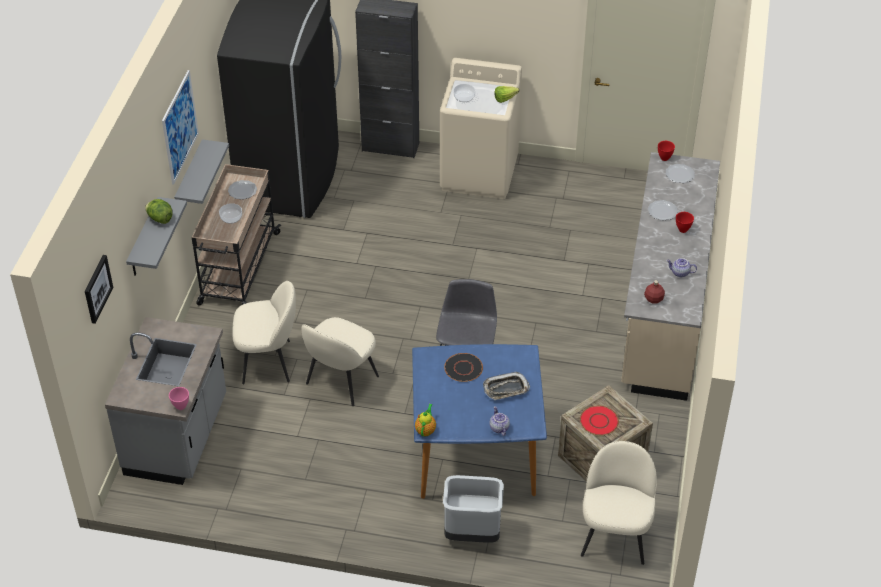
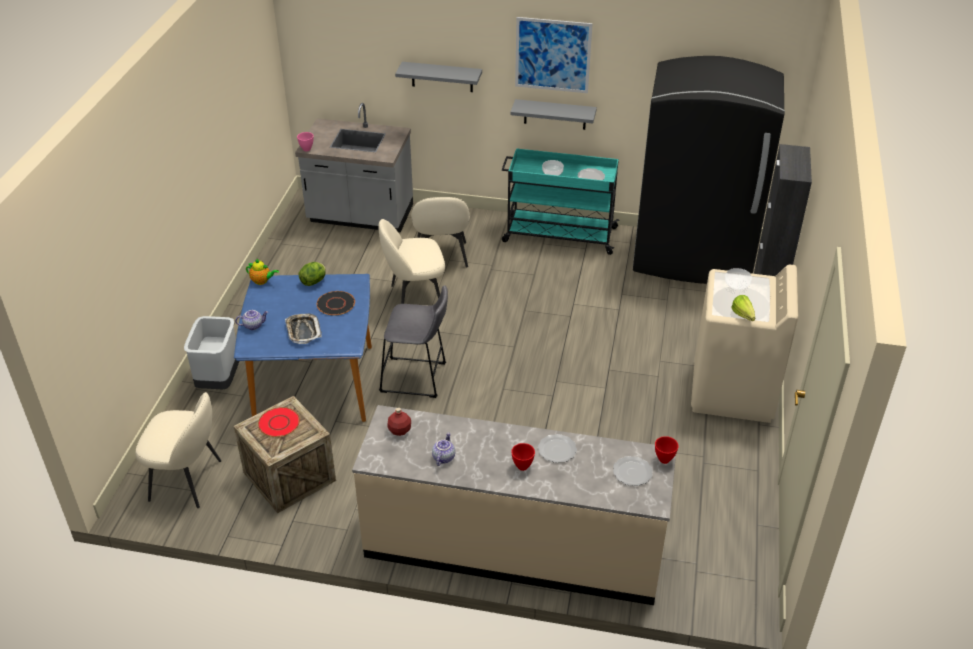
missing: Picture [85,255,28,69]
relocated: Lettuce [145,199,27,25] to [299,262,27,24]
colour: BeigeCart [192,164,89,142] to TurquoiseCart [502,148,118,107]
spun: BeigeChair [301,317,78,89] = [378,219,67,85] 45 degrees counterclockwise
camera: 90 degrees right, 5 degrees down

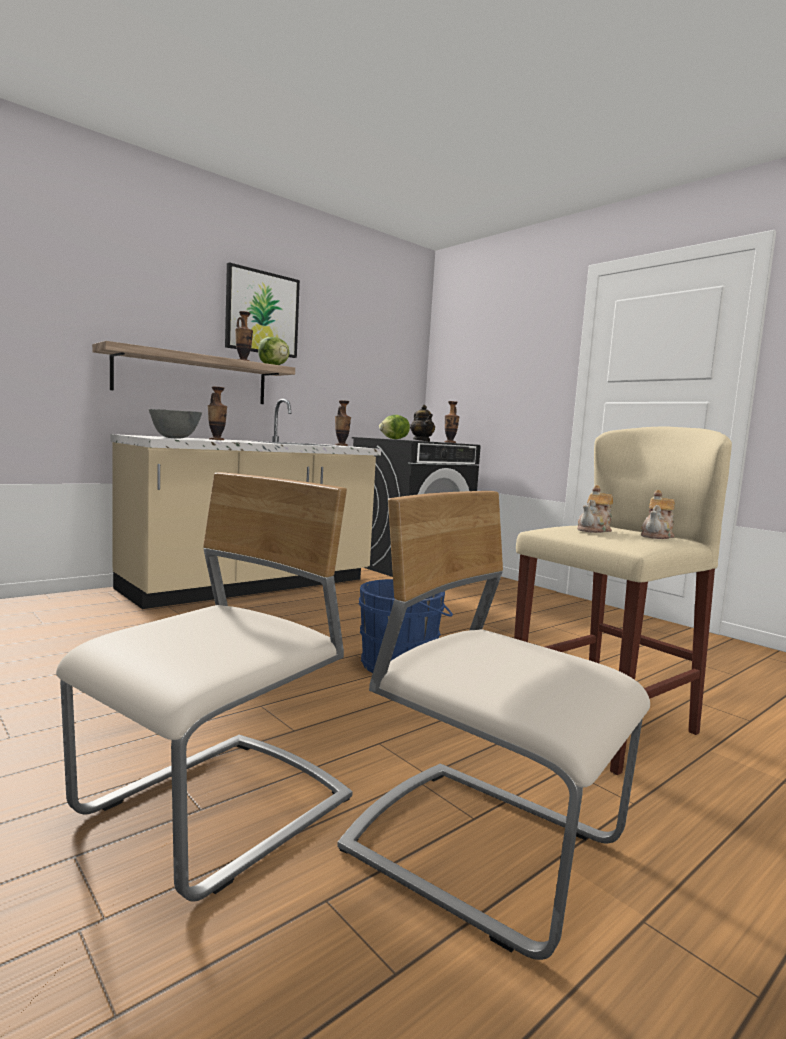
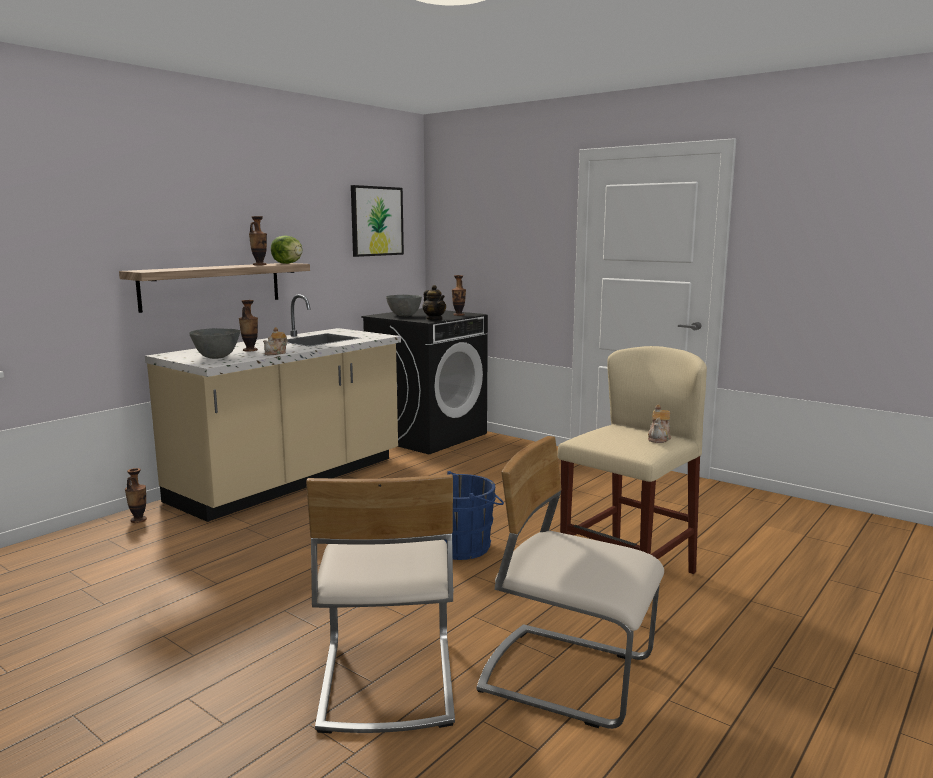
relocated: Picture [225,262,75,96] to [351,185,53,72]; Vase [335,400,16,46] to [125,468,22,55]; Teapot [577,485,36,48] to [263,327,25,28]
exchanged: Lettuce [379,415,31,24] to GreyBowl [386,295,36,21]
spun: BeigeChair [56,472,297,429] = [306,474,149,259] 150 degrees clockwise
camera: 10 degrees left, 5 degrees up

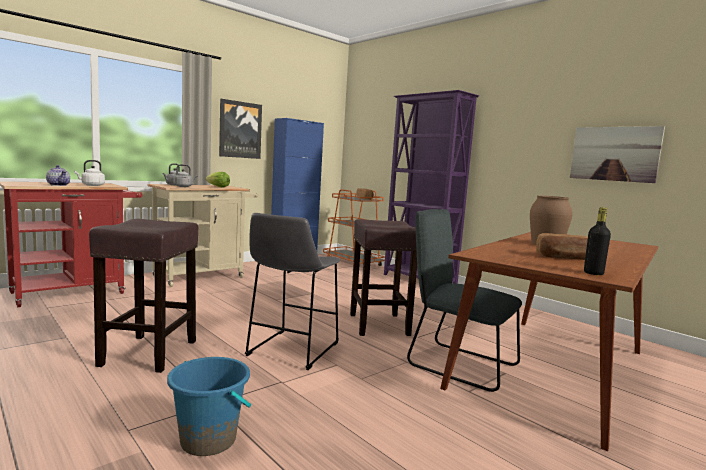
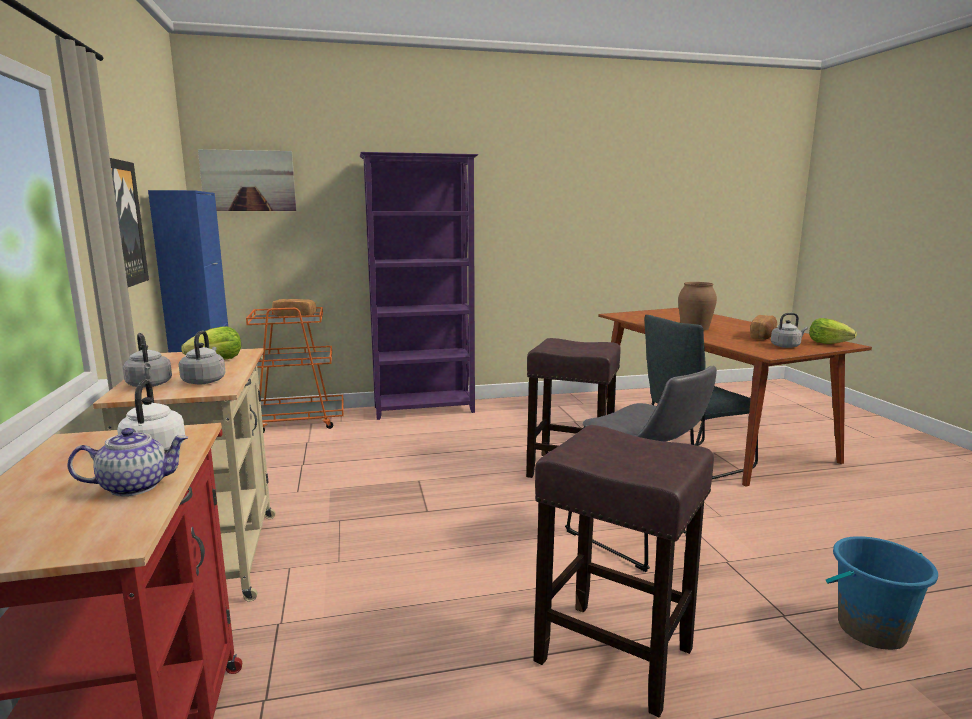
appeared: GreyKettle [771,313,37,35]
relocated: Picture [570,126,95,57] to [198,149,98,62]
exchanged: BlackBottle [584,207,27,68] to Lettuce [809,318,48,26]
camera: 60 degrees left, 5 degrees up

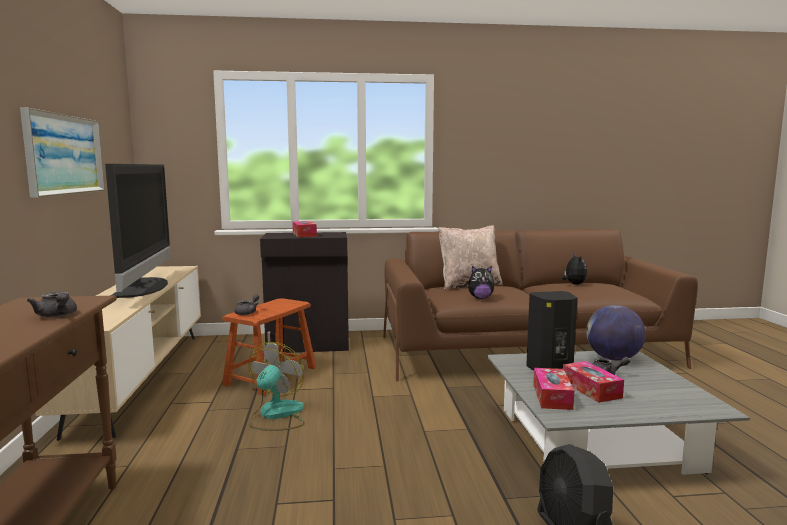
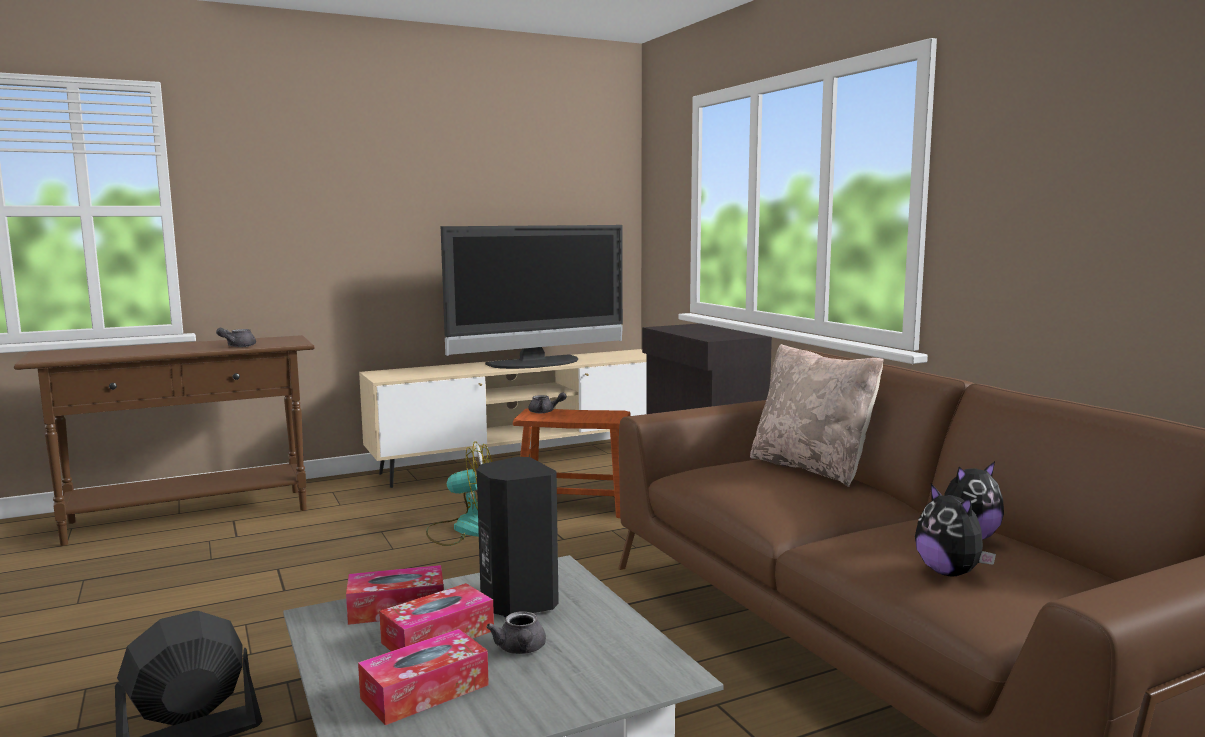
missing: Picture [20,108,85,90]; Globe [586,305,60,56]
relocated: TissueBox [292,221,25,16] to [358,629,131,96]; PlushToy [468,266,26,33] to [915,484,81,93]
camera: 70 degrees right, 0 degrees up

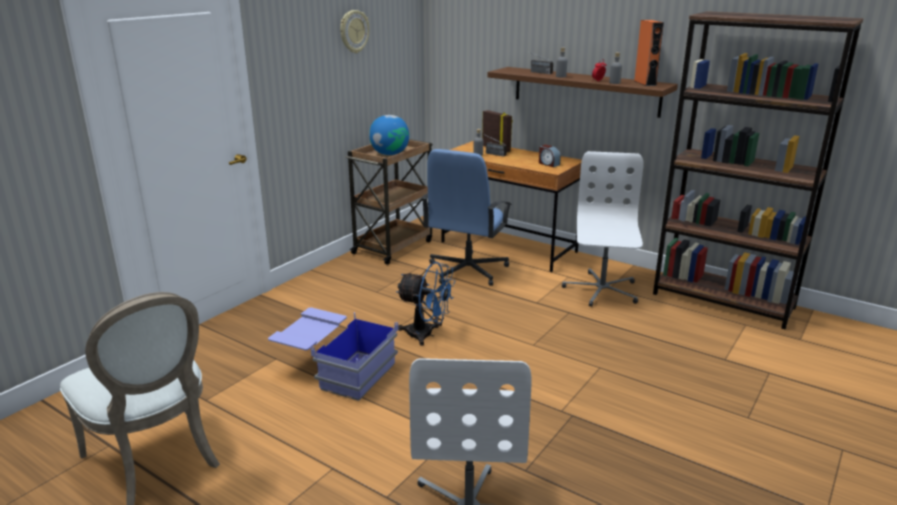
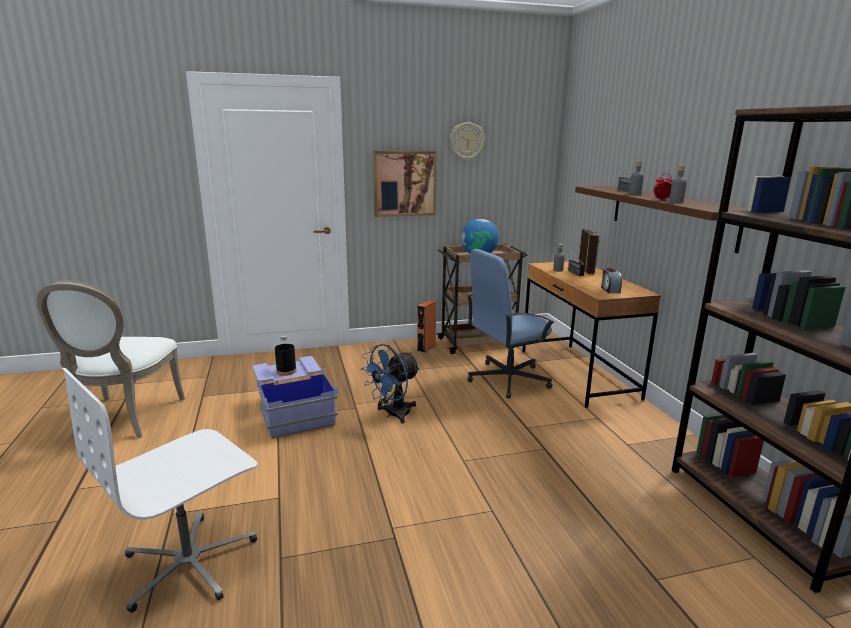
missing: WhiteOfficeChair [562,151,82,156]
appeared: Picture [373,151,64,66]; BlackBottle [275,335,22,41]
relocated: OrangeSpeaker [634,20,30,66] to [417,300,19,53]
spun: BlueFan [396,262,59,84] = [360,344,60,79] 75 degrees clockwise
camera: 40 degrees right, 5 degrees down

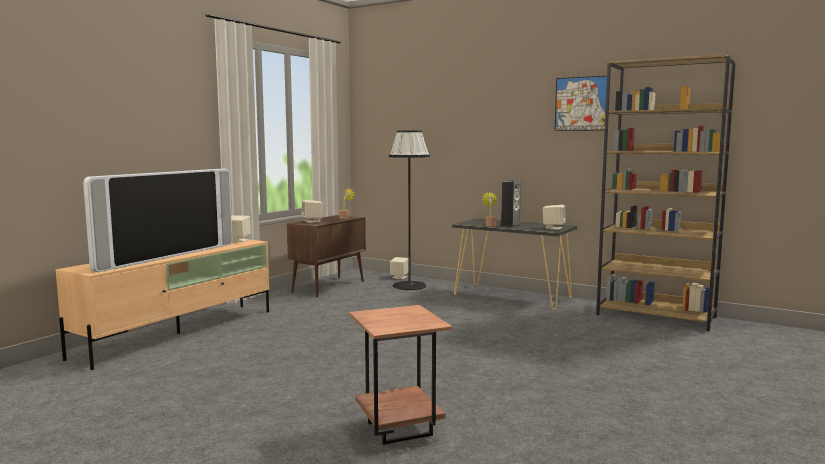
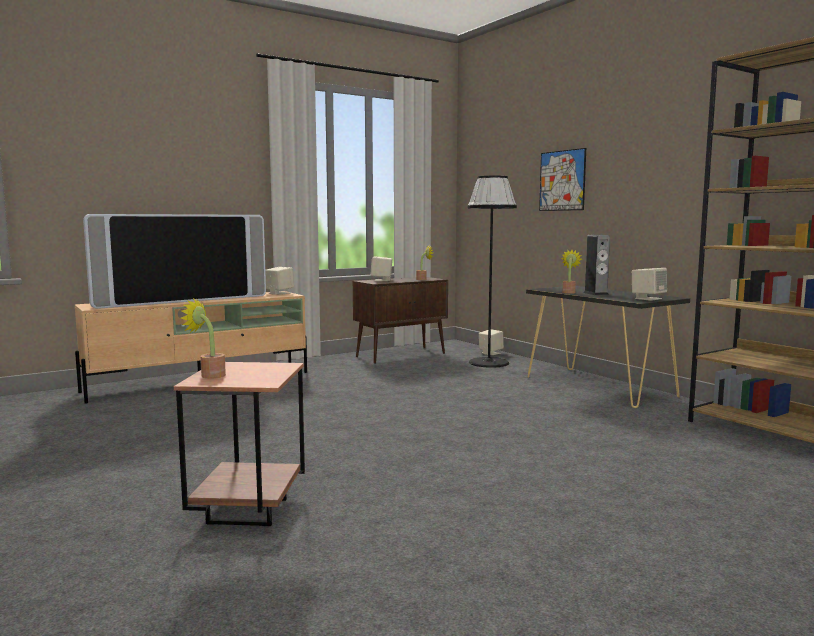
appeared: PottedPlant [181,298,45,81]
relocated: Picture [555,76,52,55] to [539,148,47,63]
camera: 25 degrees right, 0 degrees up

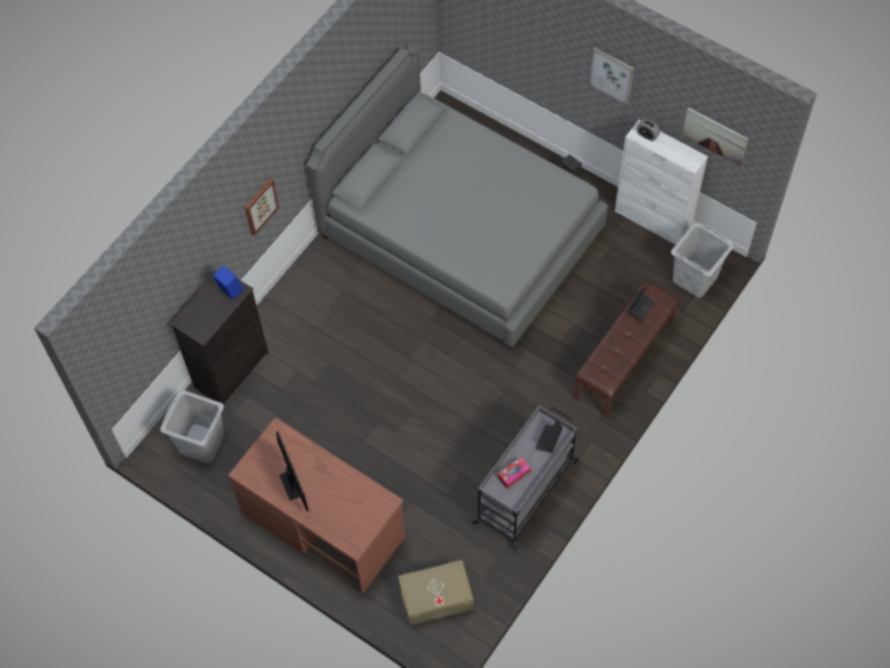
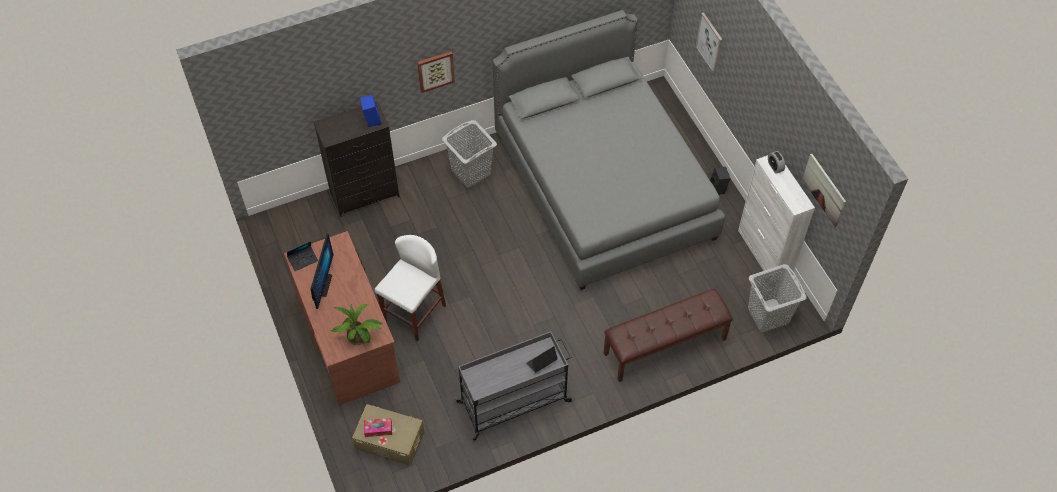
appeared: WhiteStool [375,235,71,106]; PottedPlant [330,304,54,41]
relocated: Picture [589,48,45,57] to [696,12,27,62]; Laptop [628,286,27,36] to [287,241,31,30]; GreyLaundryBasket [160,390,64,73] to [442,120,55,68]; TissueBox [498,457,33,32] to [364,418,28,19]
camera: 30 degrees right, 5 degrees down

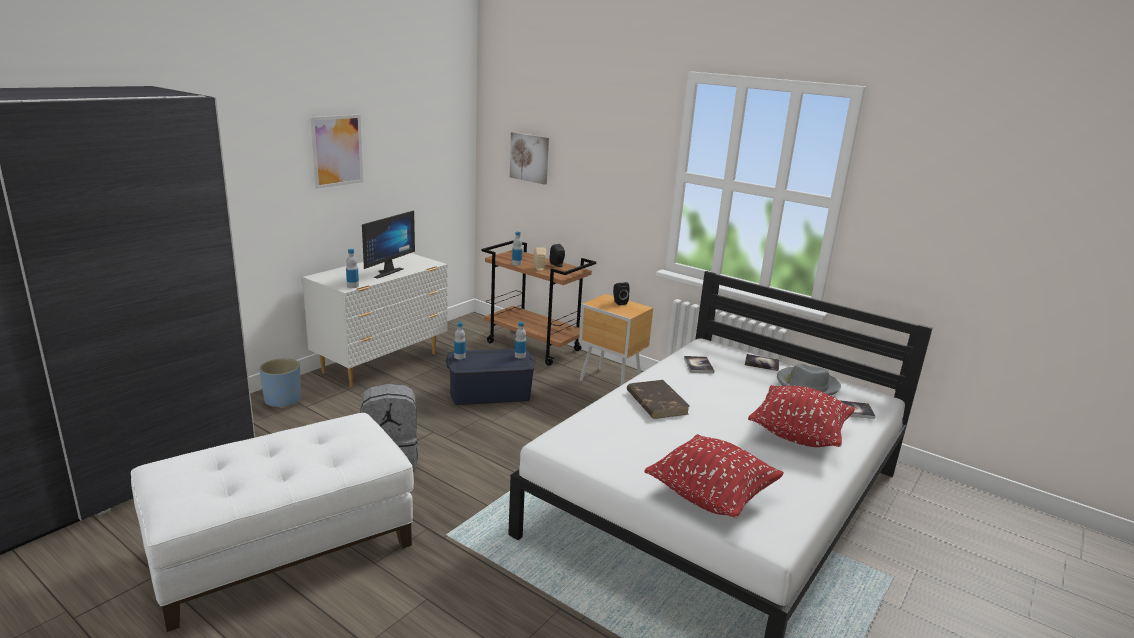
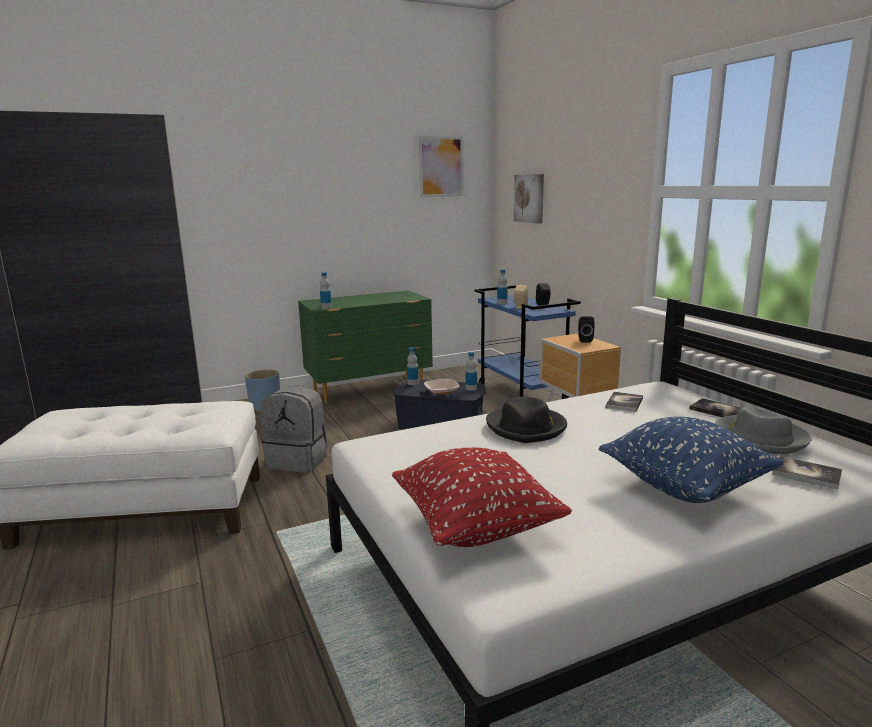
missing: Monitor [362,210,53,69]
appeared: Bowl [424,379,35,16]
relocated: Picture [310,115,53,74] to [419,136,44,61]
exchanged: BrownBook [627,380,62,39] to BlackHat [486,397,81,46]
colour: BrownCart [481,240,115,126] to BlueCart [475,285,106,114]; WhiteDresser [302,253,146,135] to GreenDresser [298,290,135,114]; RedPillow [748,385,107,62] to BluePillow [599,417,185,86]
camera: 30 degrees right, 5 degrees down

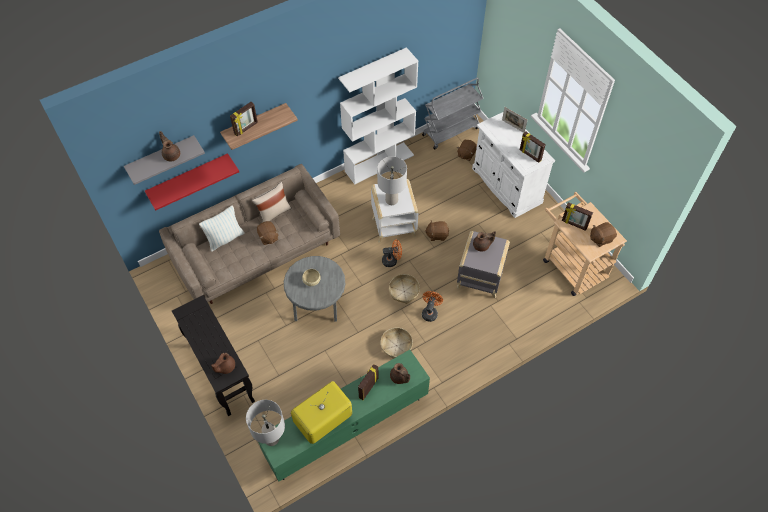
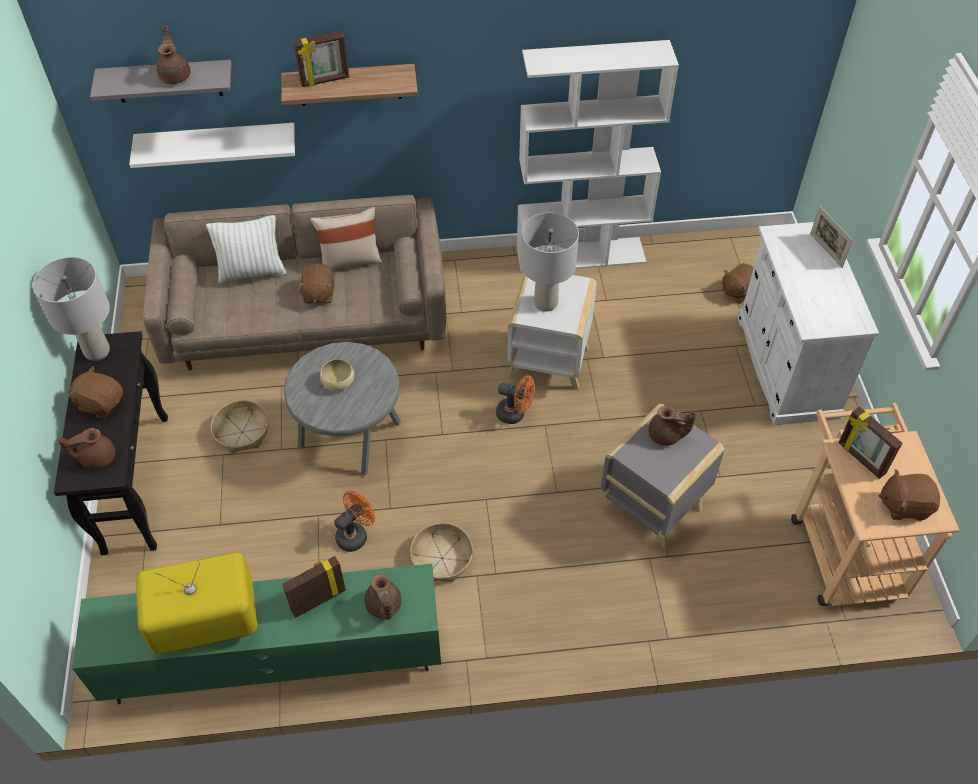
missing: GreyCart [422,78,61,71]; PictureFrame [520,131,26,32]
relocated: BrownPlushToy [425,220,24,21] to [68,366,55,53]; Basket [389,274,31,30] to [211,400,58,53]; OrangeFan [422,291,21,31] to [334,491,41,61]; GreyTableLamp [246,400,39,46] to [33,257,77,104]
colour: RedShelf [145,153,94,58] to WhiteShelf [129,123,166,45]
camera: 25 degrees right, 5 degrees down

